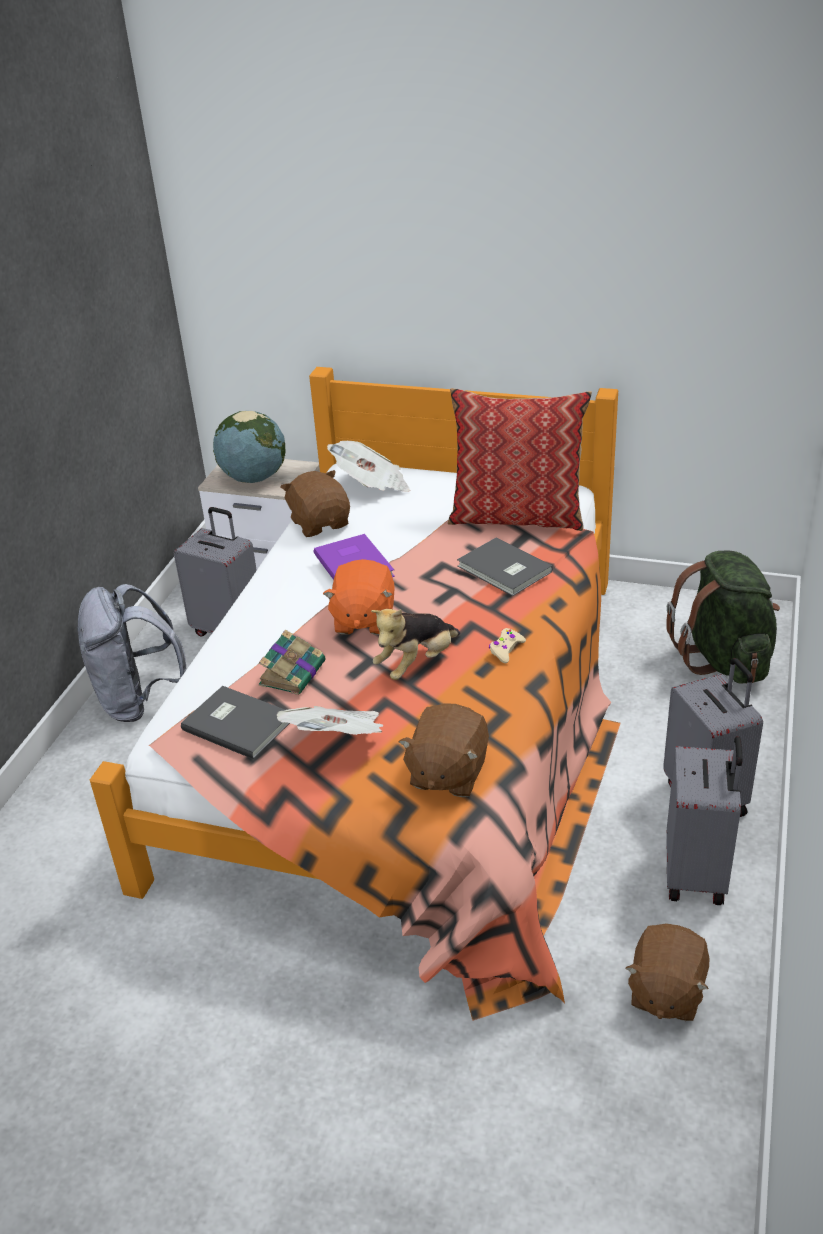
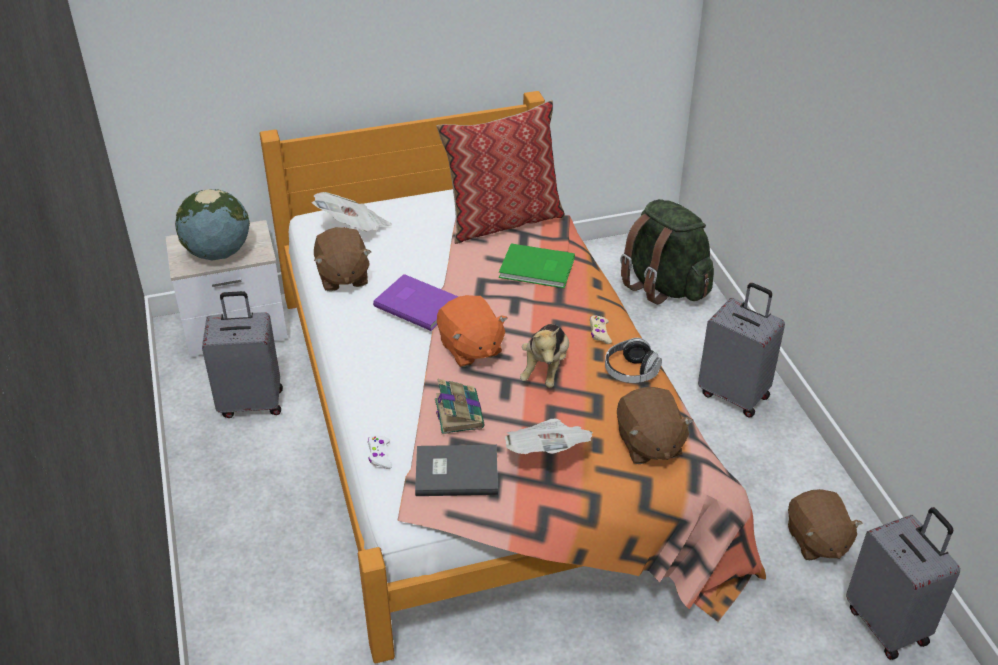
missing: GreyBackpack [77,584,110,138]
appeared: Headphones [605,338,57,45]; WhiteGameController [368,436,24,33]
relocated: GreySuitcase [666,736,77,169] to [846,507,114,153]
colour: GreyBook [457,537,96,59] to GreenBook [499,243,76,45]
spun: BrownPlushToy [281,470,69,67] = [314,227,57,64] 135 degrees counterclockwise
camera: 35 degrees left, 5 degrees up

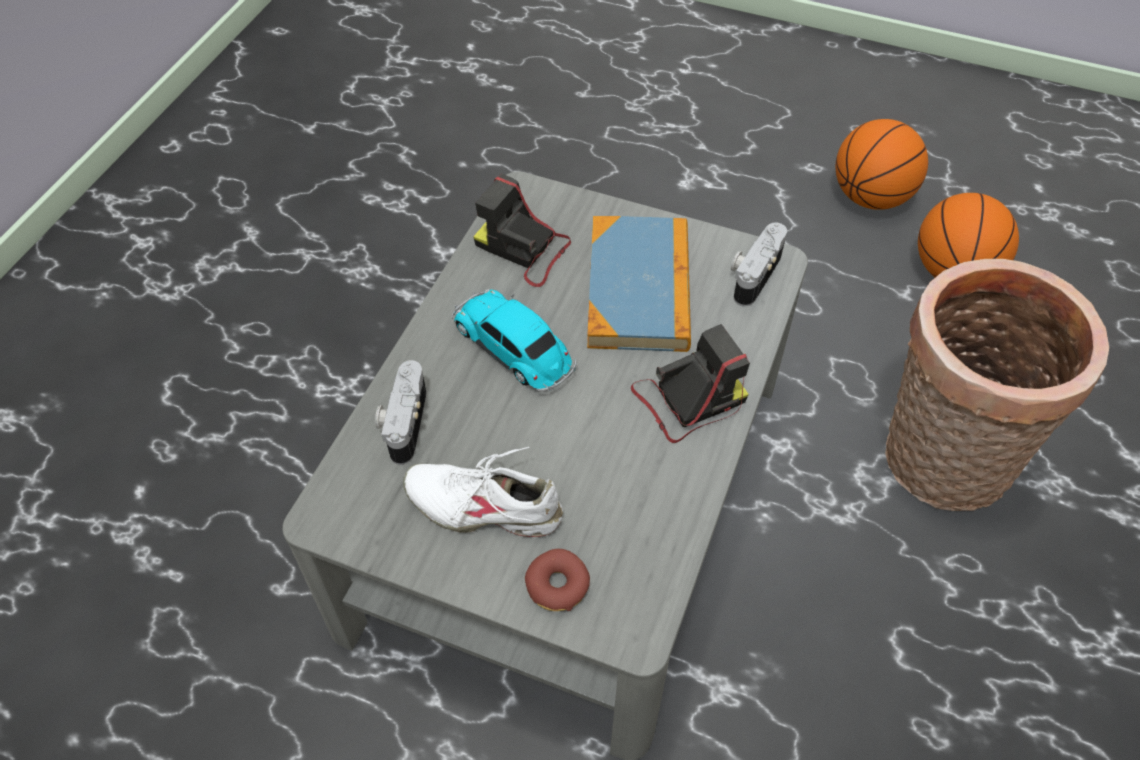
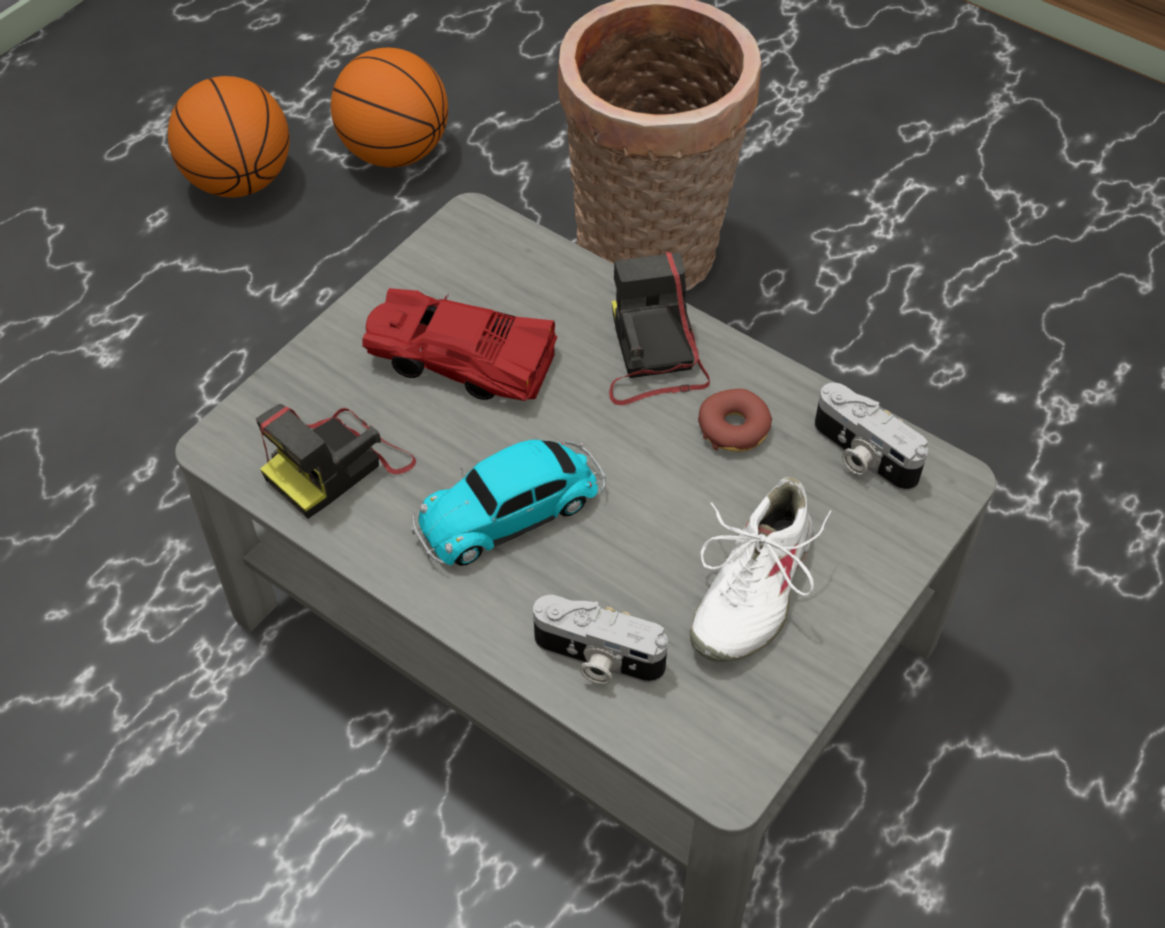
relocated: PhotoCamera [731,222,56,85] to [814,383,114,108]; Donut [525,549,65,62] to [698,389,74,63]
exchanged: Book [587,216,104,136] to RedToyCar [362,288,195,113]
camera: 75 degrees left, 0 degrees up

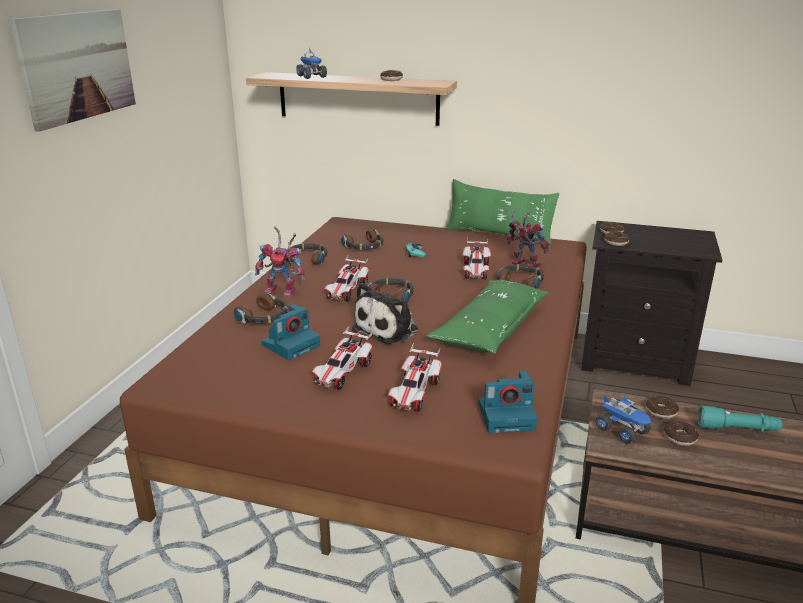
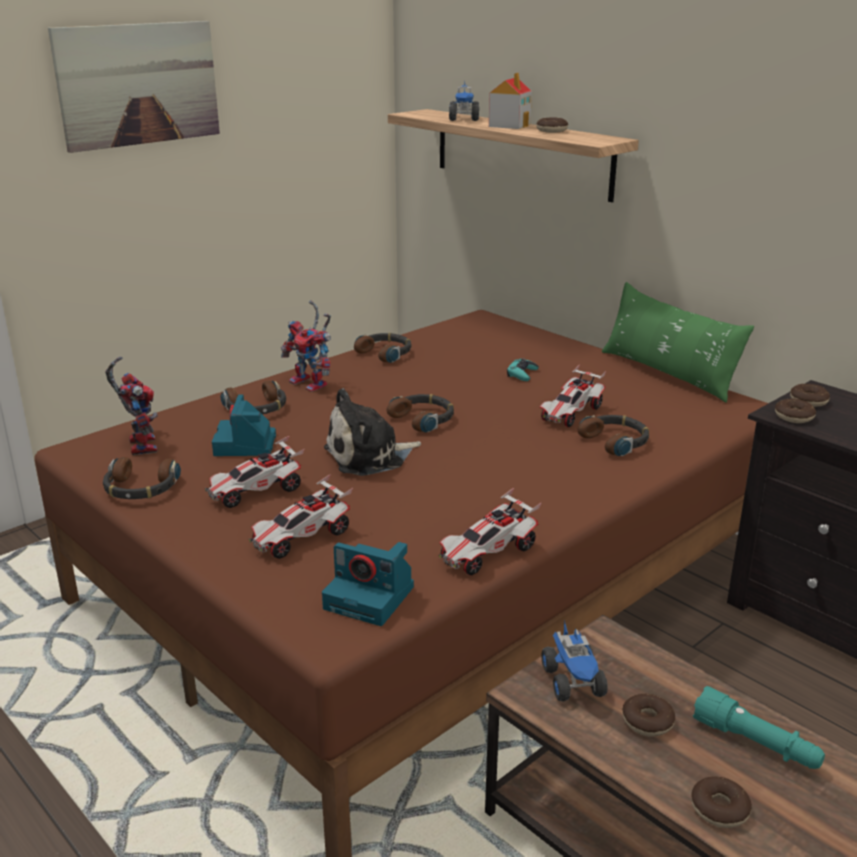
missing: GreenPillow [426,280,123,74]
appeared: ToyHouse [489,72,43,57]
relocated: ToyRobot [507,210,42,58] to [105,356,53,99]; Headphones [341,229,43,21] to [103,457,78,42]; ToyCar [324,255,46,47] to [439,488,102,87]; Donut [646,396,33,23] to [691,777,61,51]
spun: PhotoCamera [261,304,59,56] = [212,394,64,62] 105 degrees clockwise
camera: 30 degrees right, 0 degrees up

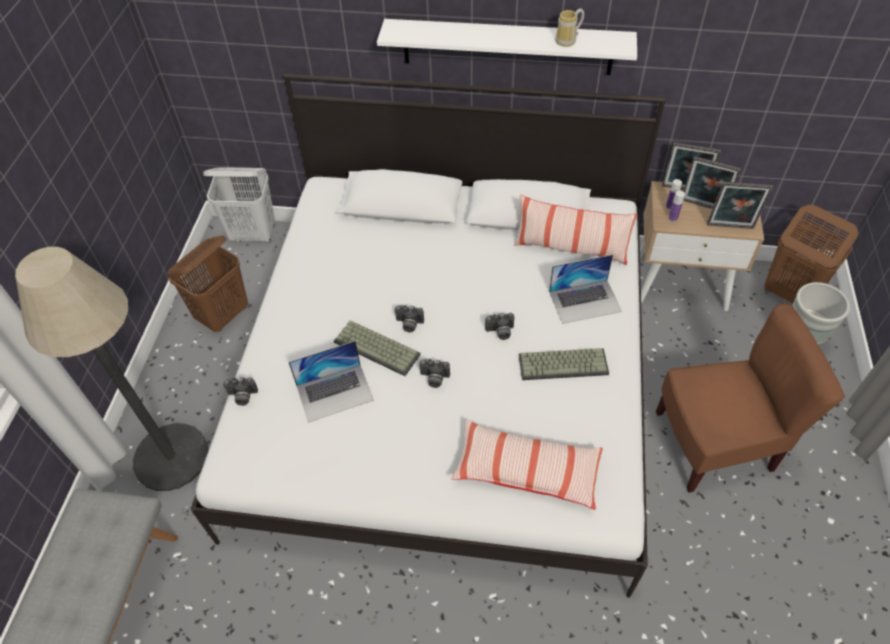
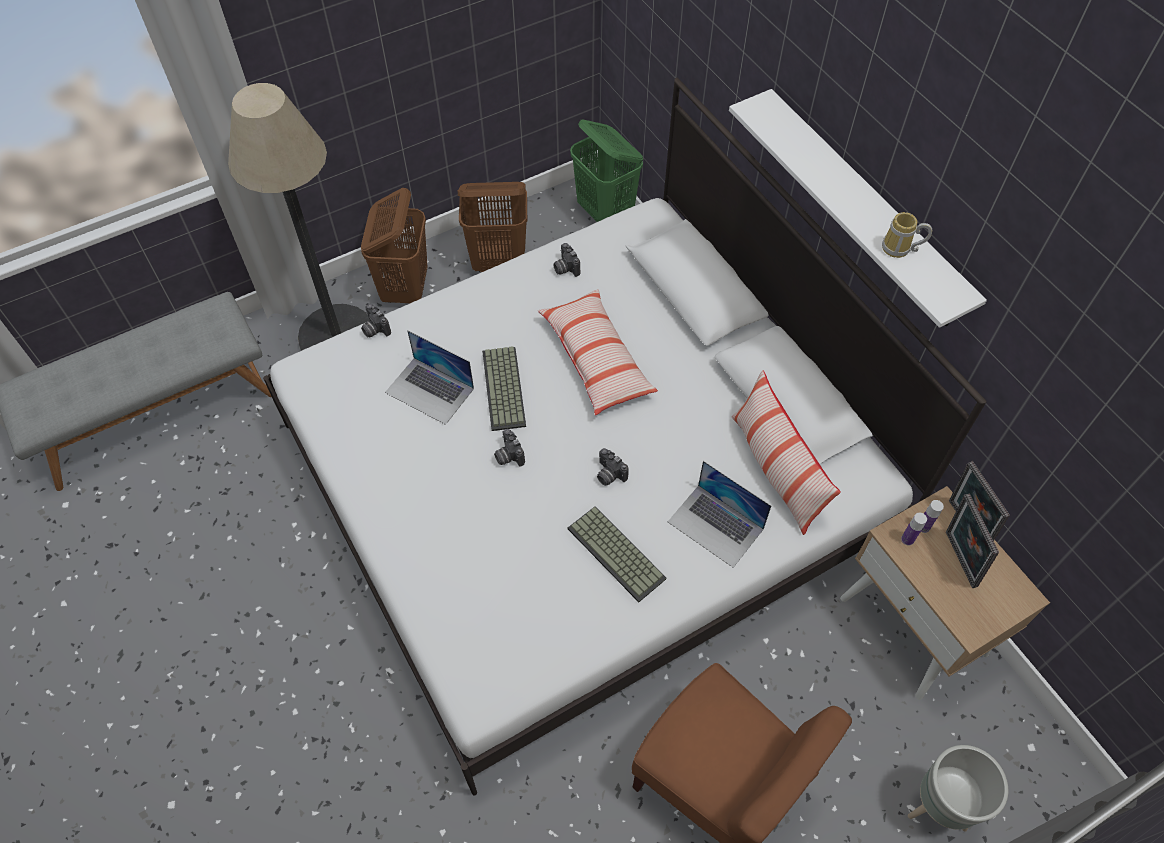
missing: PictureFrame [707,182,66,47]
relocated: BrownLaundryBasket [764,205,94,98] to [361,188,67,115]; PhotoCamera [395,305,29,27] to [553,243,27,34]; Pillow [451,420,152,90] to [538,289,120,126]
colour: WhiteLaundryBasket [203,167,72,76] to GreenLaundryBasket [570,120,73,102]
camera: 50 degrees right, 5 degrees up

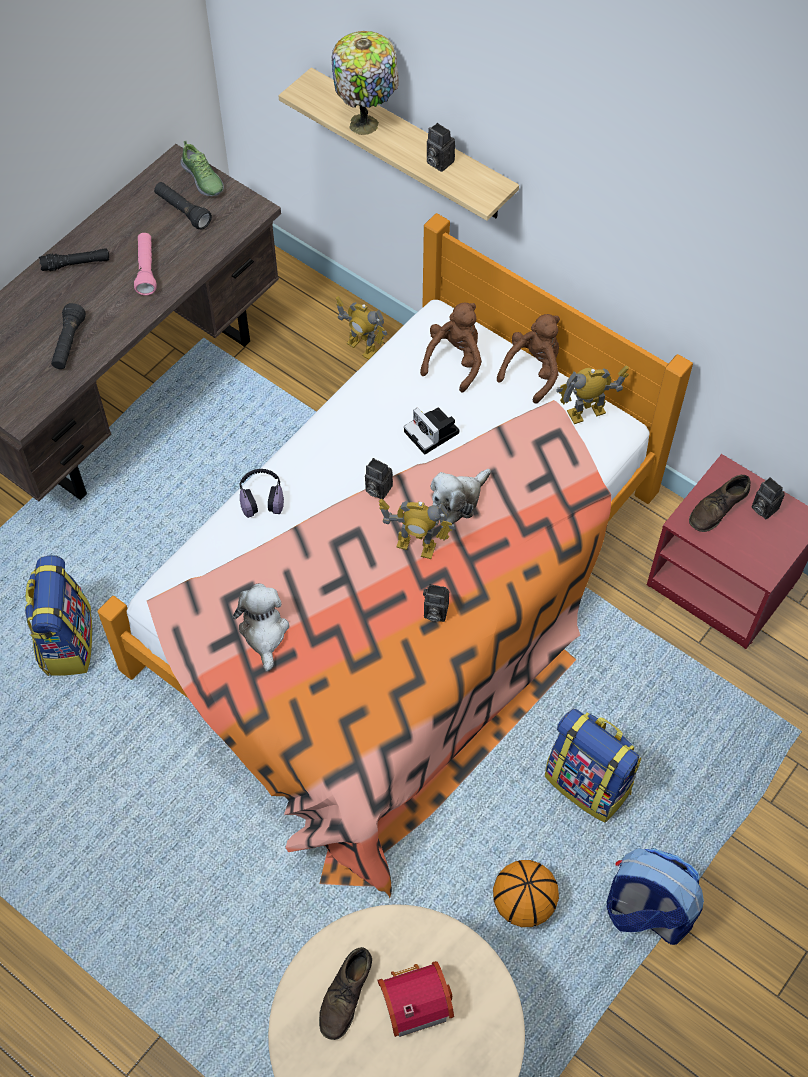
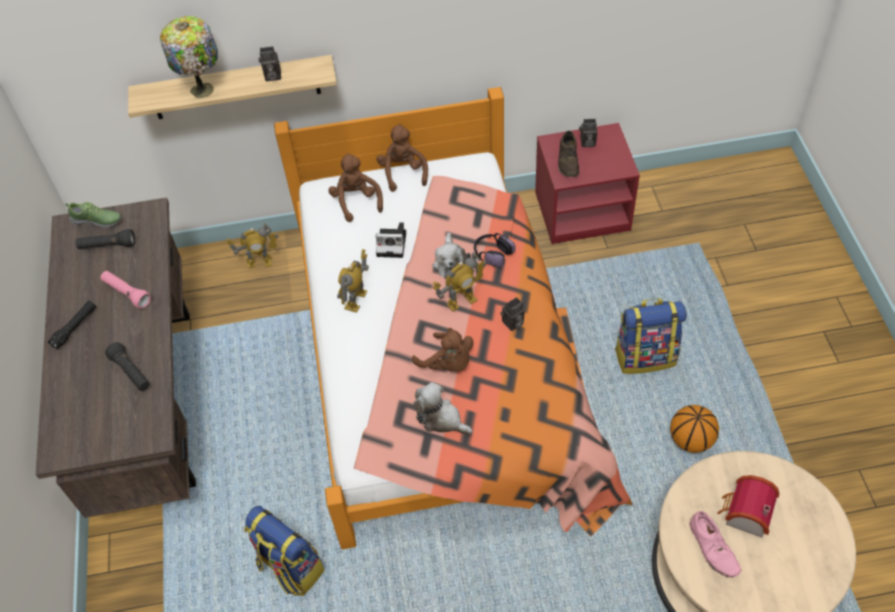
missing: PhotoCamera [365,458,28,41]; Backpack [606,848,98,97]
appeared: BrownPlushToy [412,328,61,44]
relocated: ToyRobot [556,365,73,59] to [337,249,32,64]; Headphones [240,469,44,49] to [474,233,42,35]
colour: BrownShoe [319,947,53,93] to PinkShoe [689,511,52,67]
camera: 45 degrees left, 5 degrees down

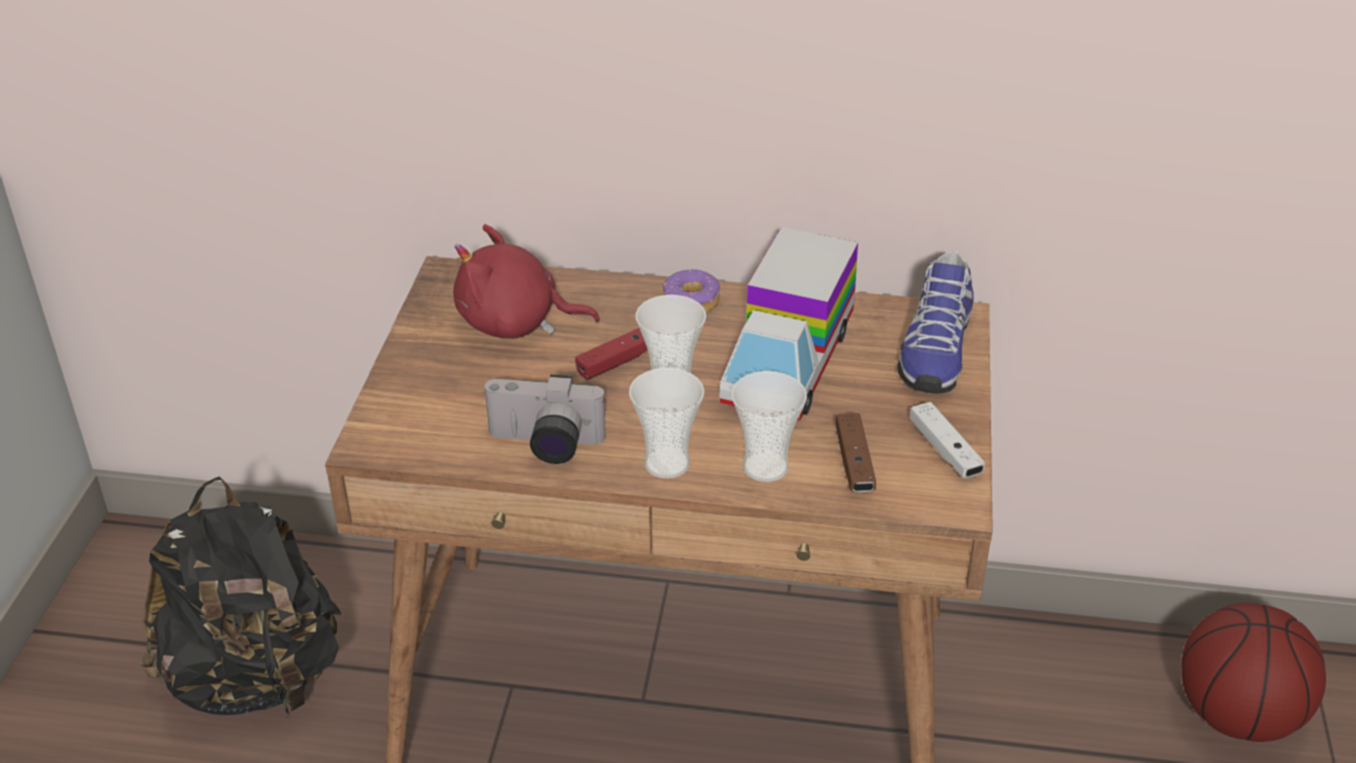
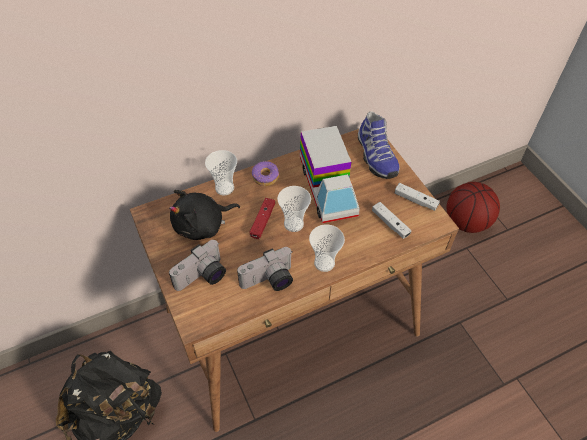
appeared: PhotoCamera [169,240,57,51]
relocated: Cup [731,371,76,111] to [205,150,32,45]
colour: RedPlushToy [453,224,147,114] to BlackPlushToy [169,190,71,50]; BrownGameController [836,413,40,80] to WhiteGameController [372,202,40,37]
camera: 35 degrees left, 15 degrees up

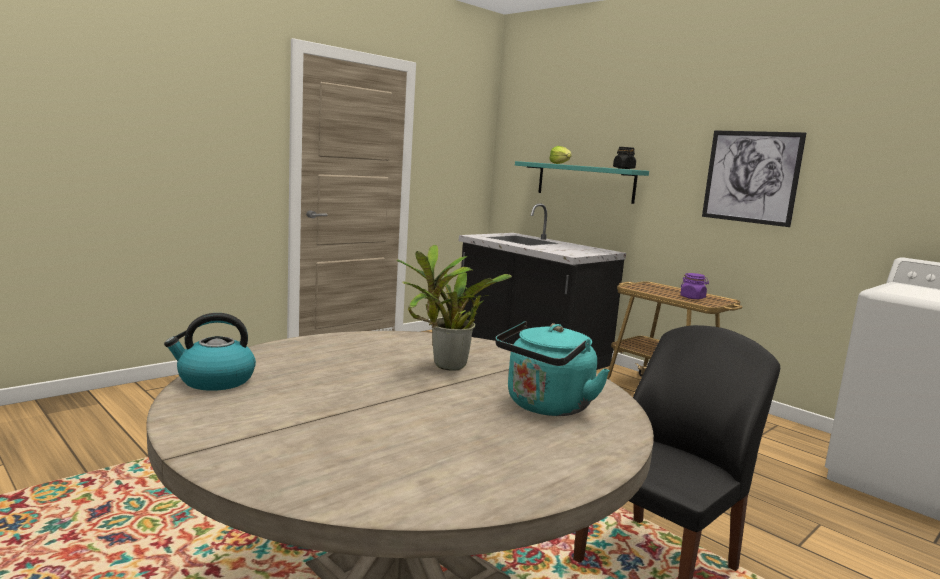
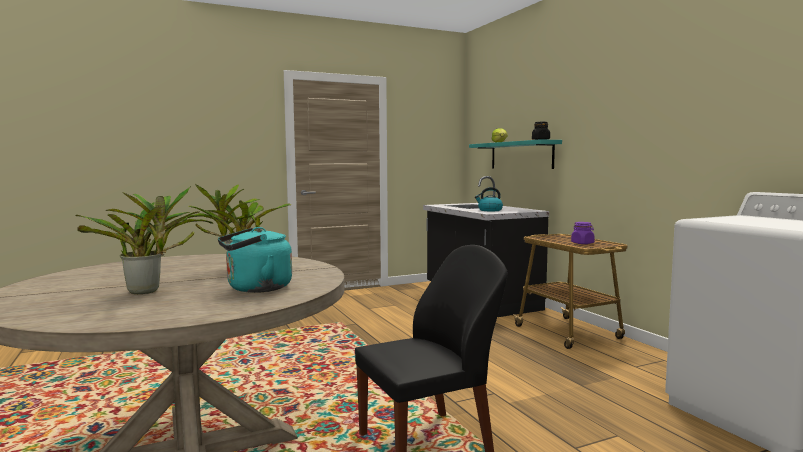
missing: Picture [702,130,104,97]
appeared: PottedPlant [75,186,138,108]
relocated: Kettle [164,313,92,78] to [475,187,28,24]
camera: 20 degrees right, 5 degrees down

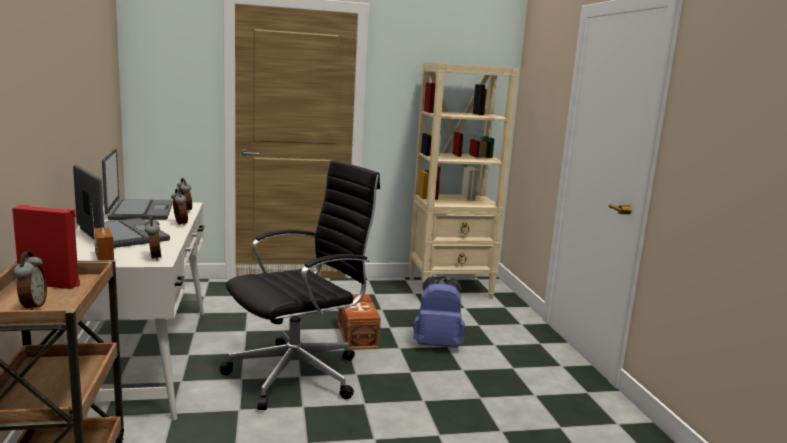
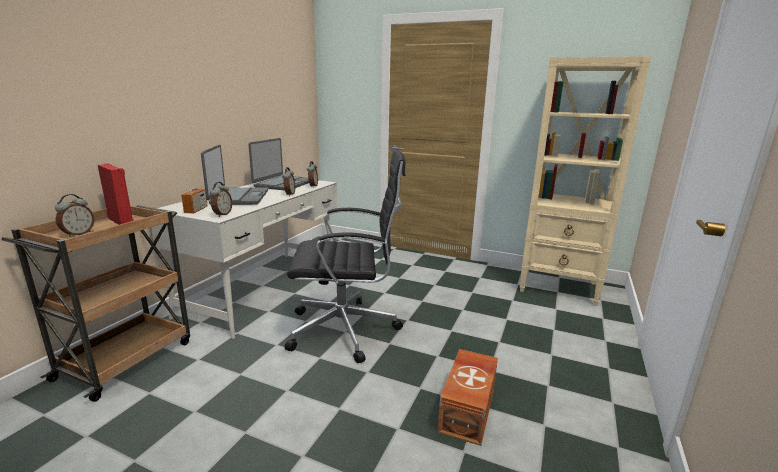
missing: BlueBackpack [413,276,52,72]
relocated: BrownStorageBox [338,295,43,55] to [437,349,61,97]
camera: 35 degrees right, 5 degrees up

